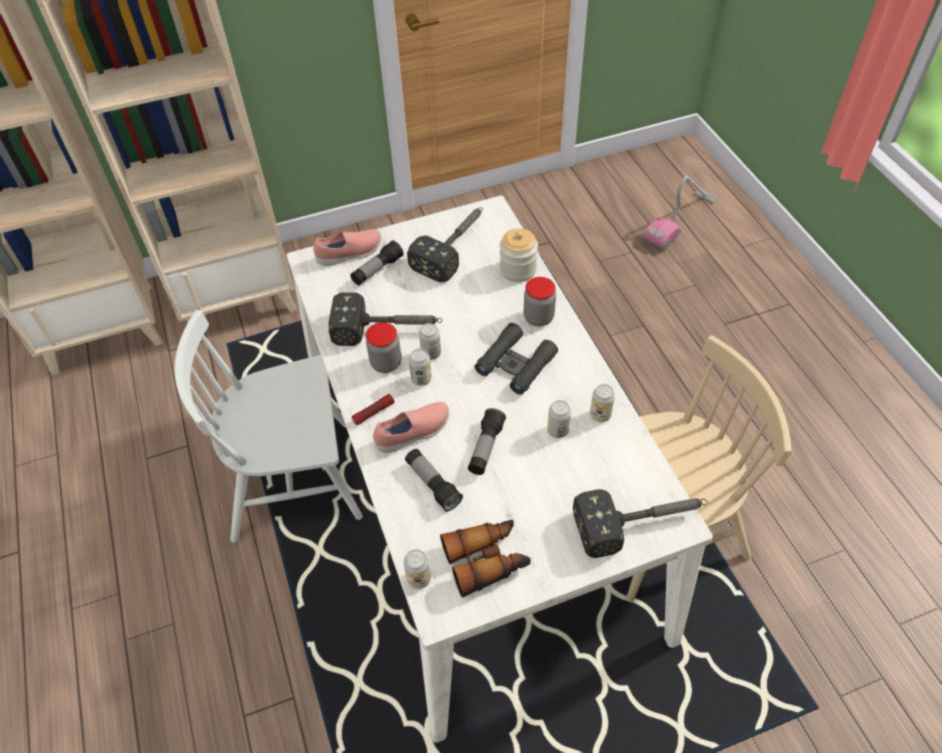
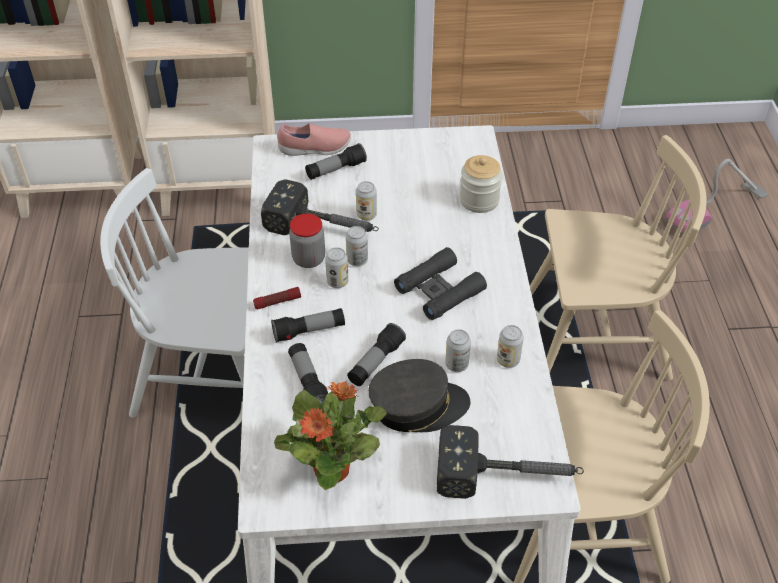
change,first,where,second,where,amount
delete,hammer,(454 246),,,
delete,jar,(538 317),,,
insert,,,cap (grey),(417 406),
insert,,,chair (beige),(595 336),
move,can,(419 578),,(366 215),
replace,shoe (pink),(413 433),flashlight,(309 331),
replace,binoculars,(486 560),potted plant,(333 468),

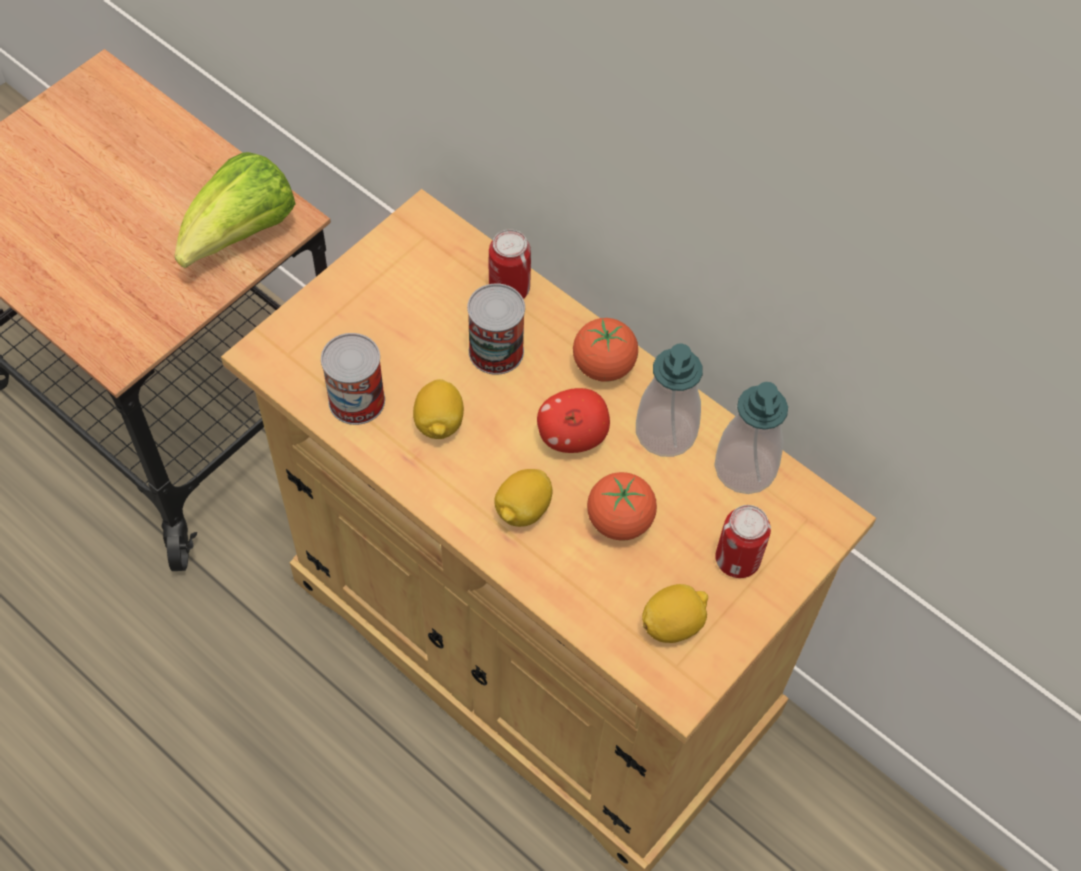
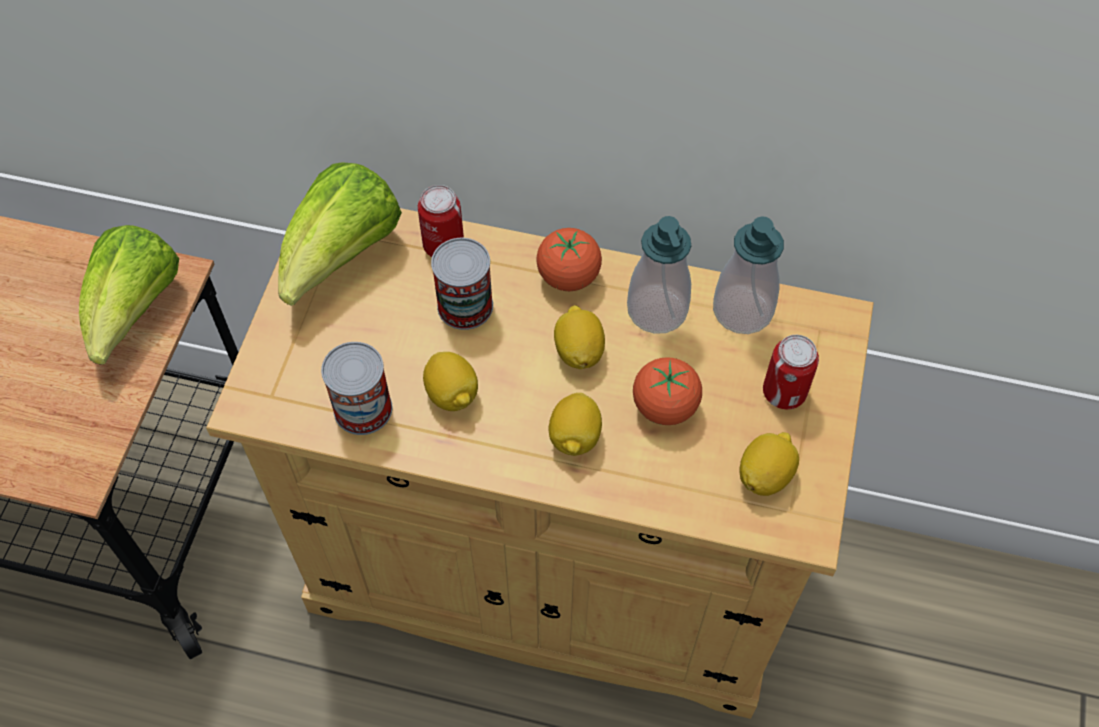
change,first,where,second,where,amount
insert,,,lettuce,(342 257),
replace,apple,(572 436),lemon,(579 351),

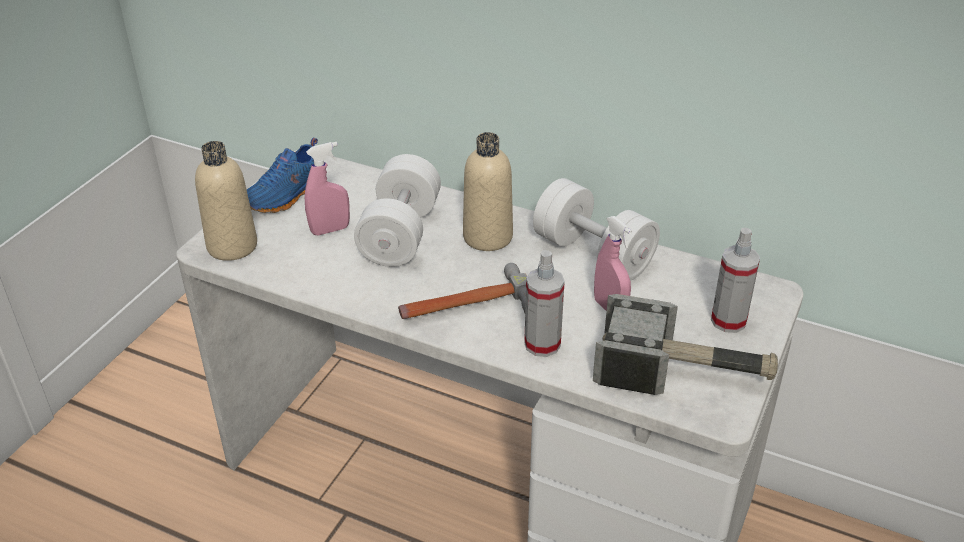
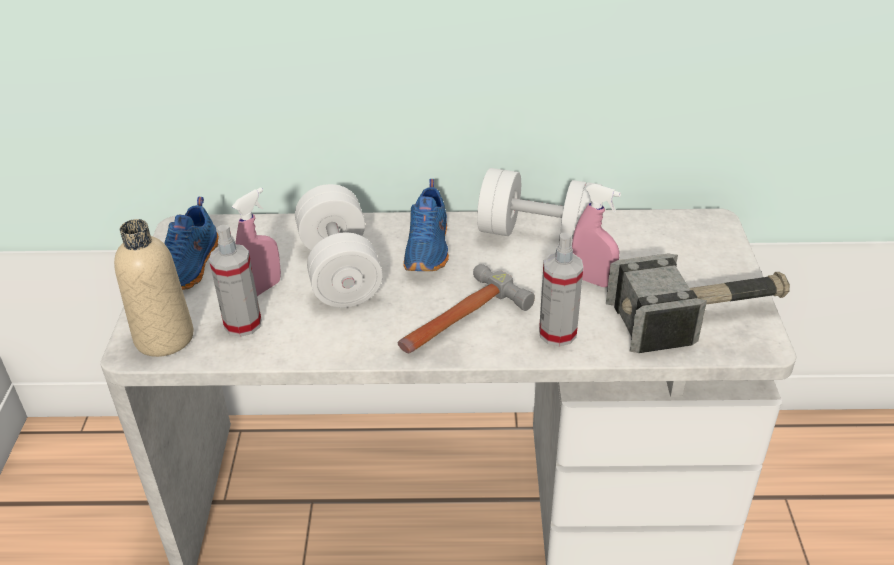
change,first,where,second,where,amount
move,spray bottle,(728 321),,(243 324),
replace,bottle (beige),(487 237),shoe (blue),(429 248),

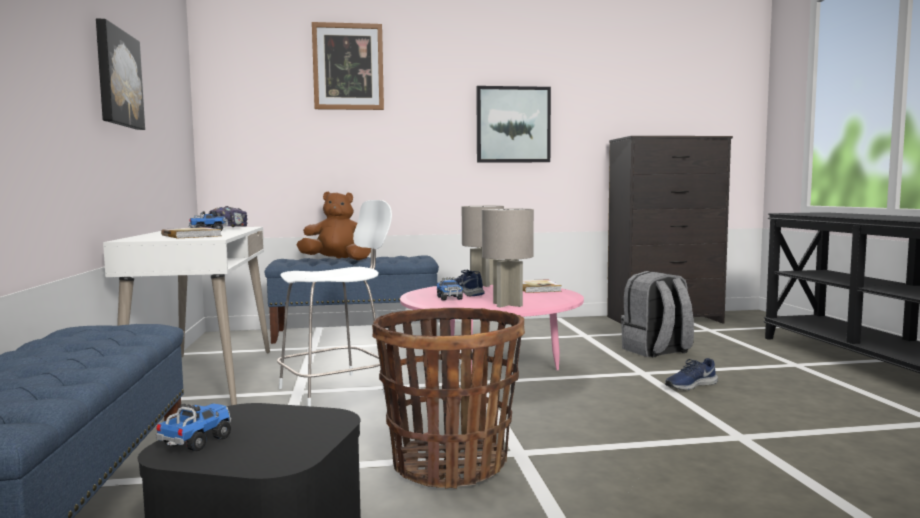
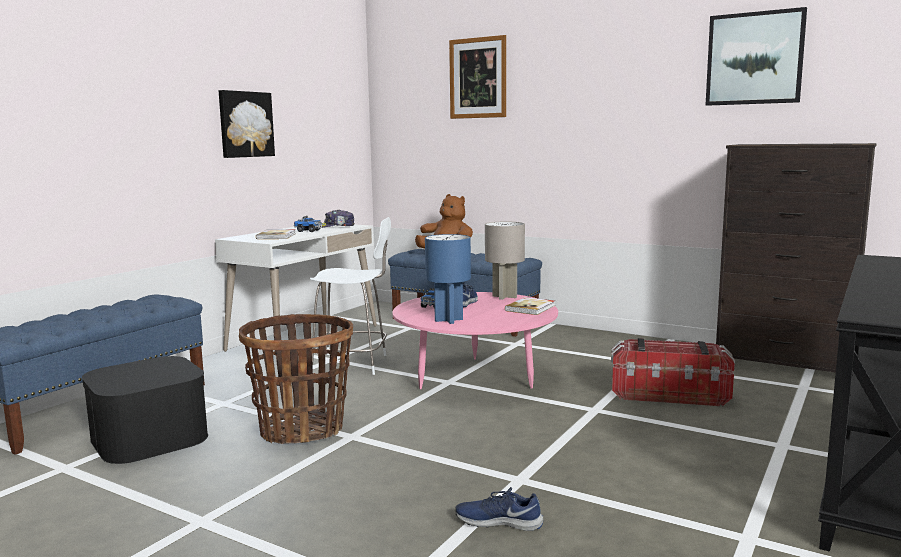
change,first,where,second,where,amount
delete,toy truck,(197 442),,,
move,picture,(513 125),,(754 58),
move,shoe (blue),(690 385),,(498 521),
replace,backpack (grey),(656 351),storage box,(669 394),
recolor,table lamp (grey),(507 304),table lamp (blue),(448 320),

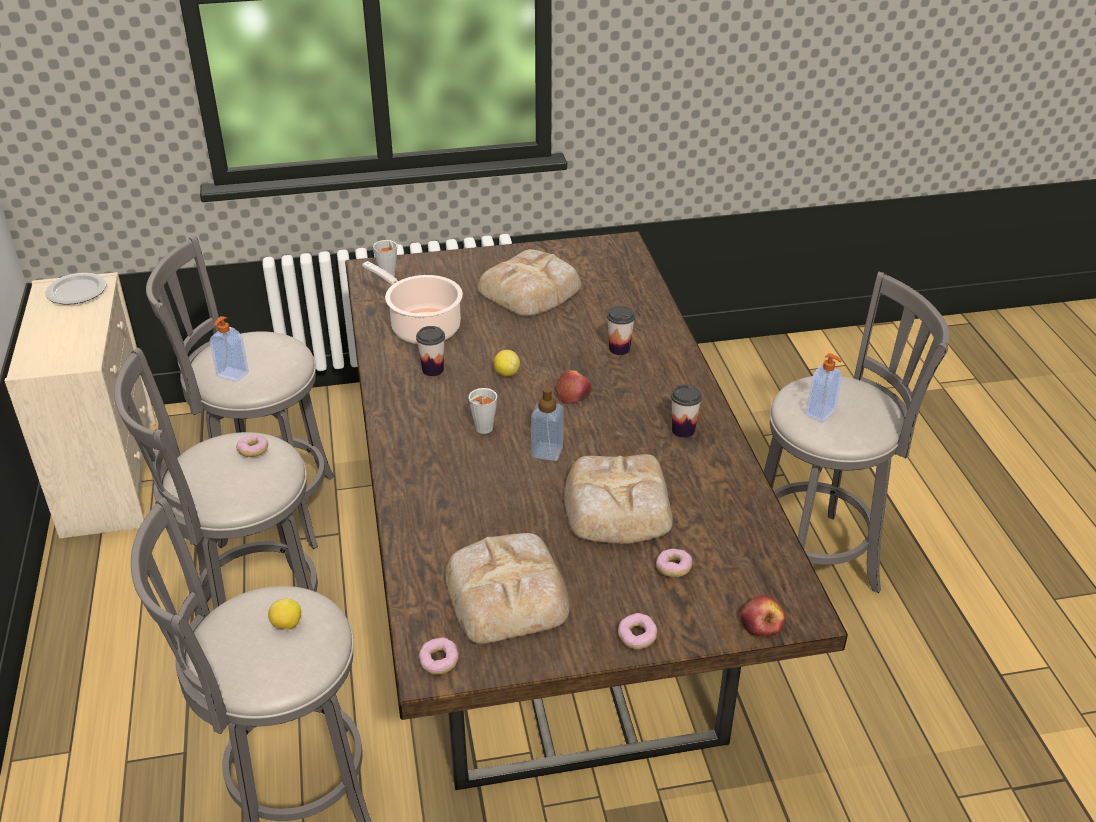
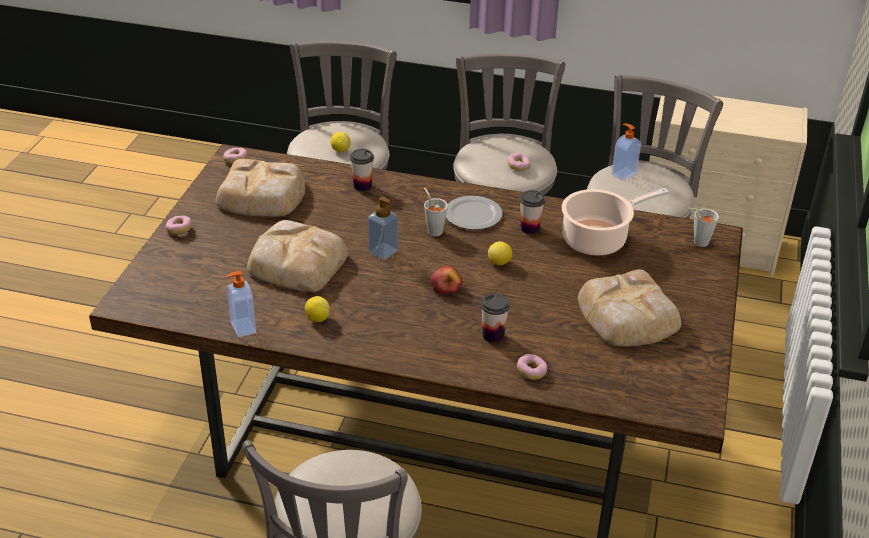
change,first,where,second,where,amount
delete,apple,(761 623),,,
insert,,,lemon,(317 318),
move,plate,(75 291),,(473 214),
move,donut,(673 569),,(531 372),
move,cup,(683 430),,(362 186),
move,soap dispenser,(821 413),,(242 328),

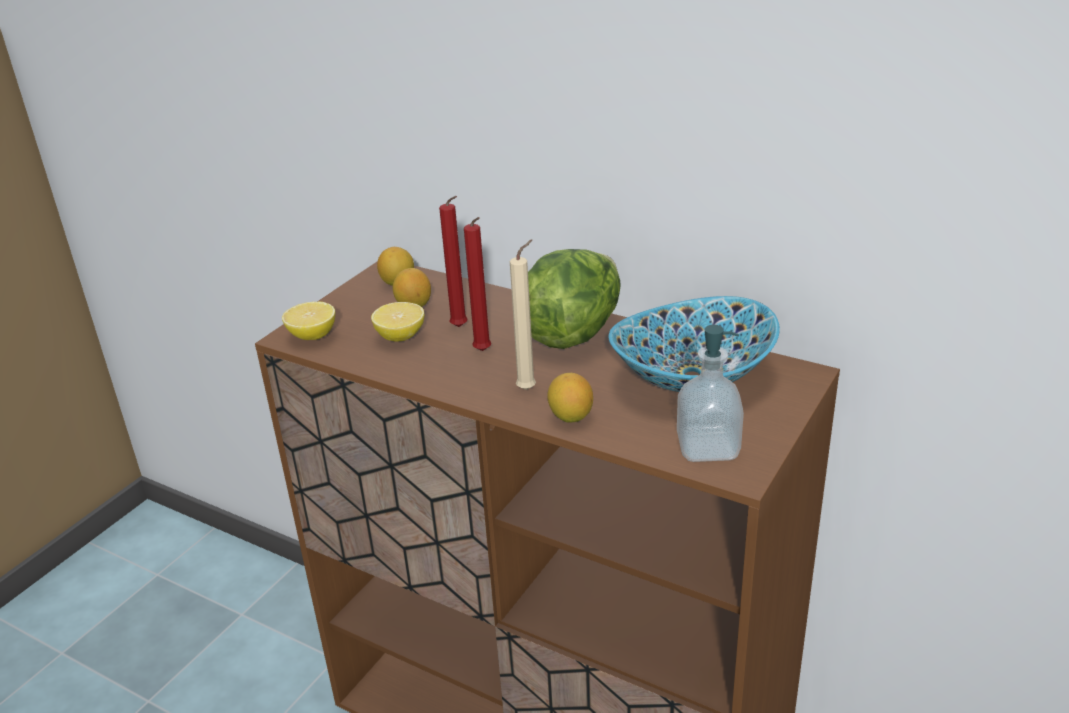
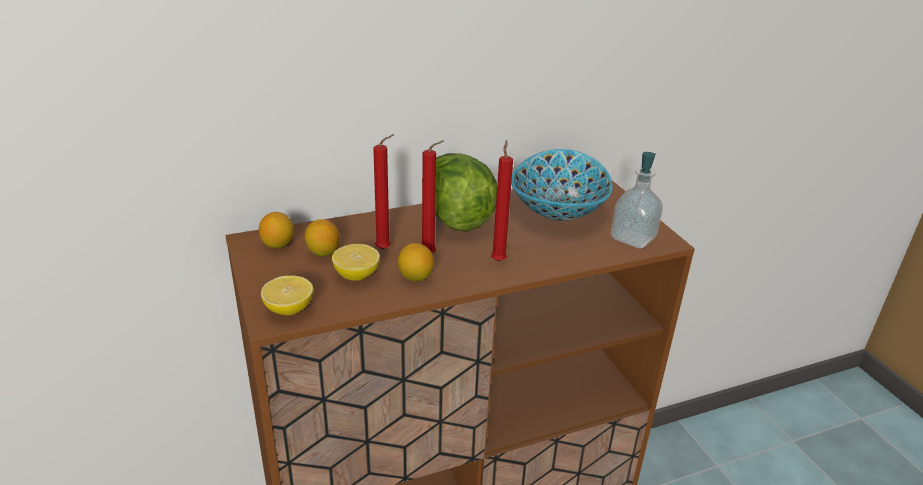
change,first,where,second,where,amount
move,lemon,(570 417),,(415 277),
recolor,candle (beige),(529 388),candle (red),(498 260),

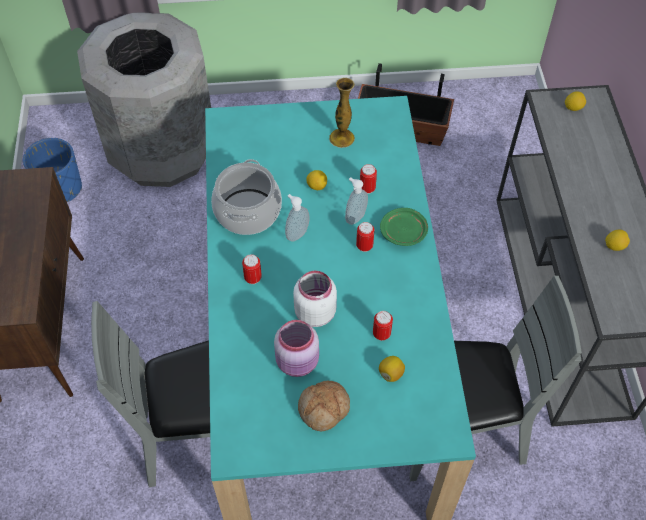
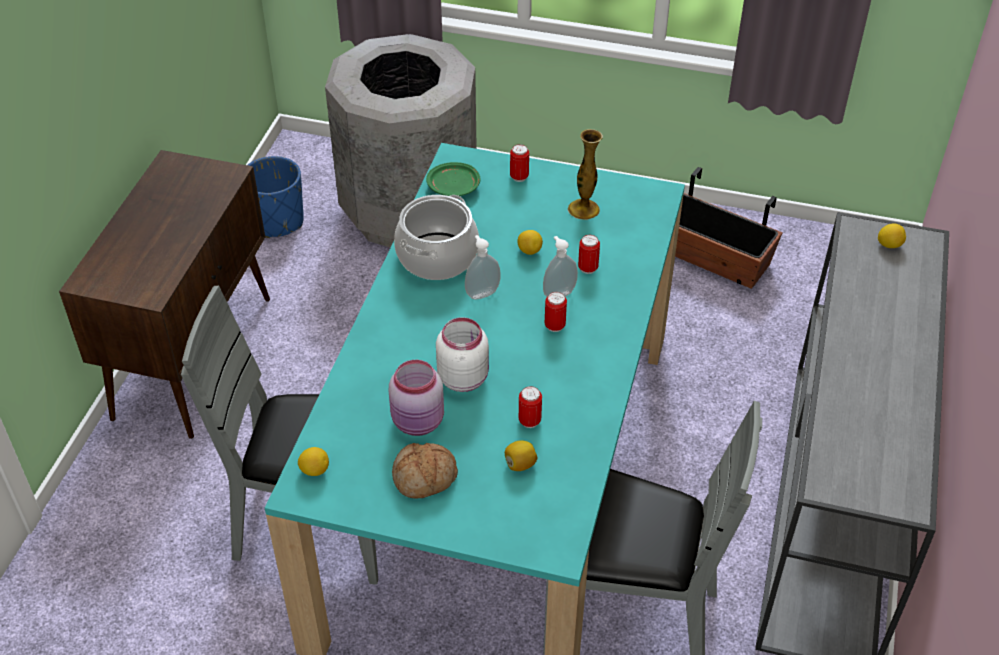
change,first,where,second,where,amount
move,can,(253 278),,(519 177),
move,plate (green),(404 232),,(454 187),
move,lemon,(614 246),,(314 470),

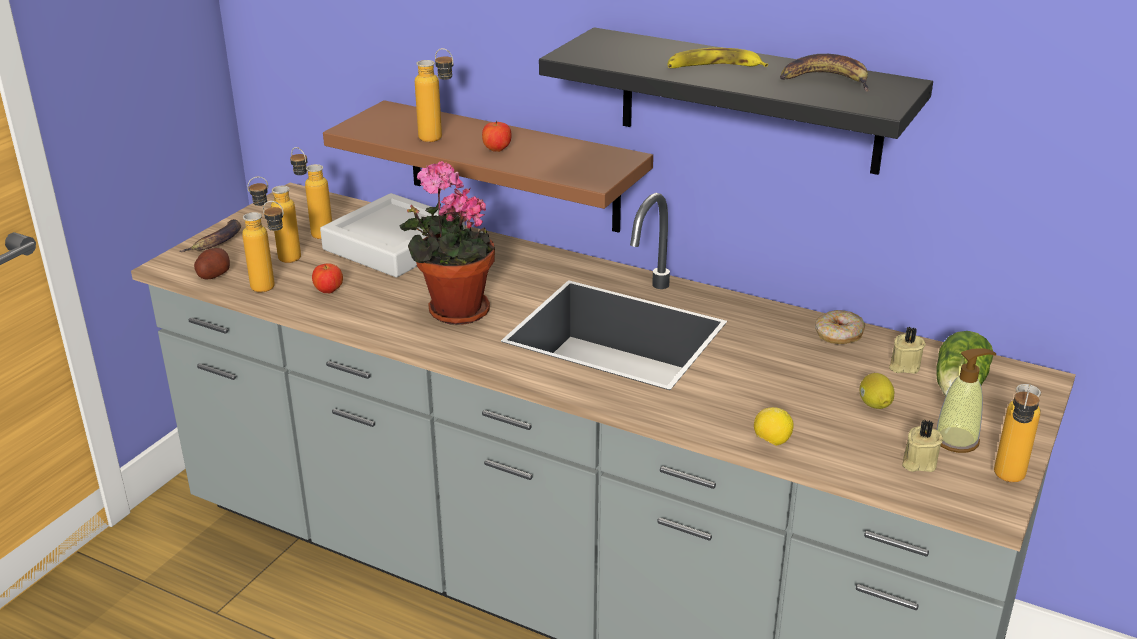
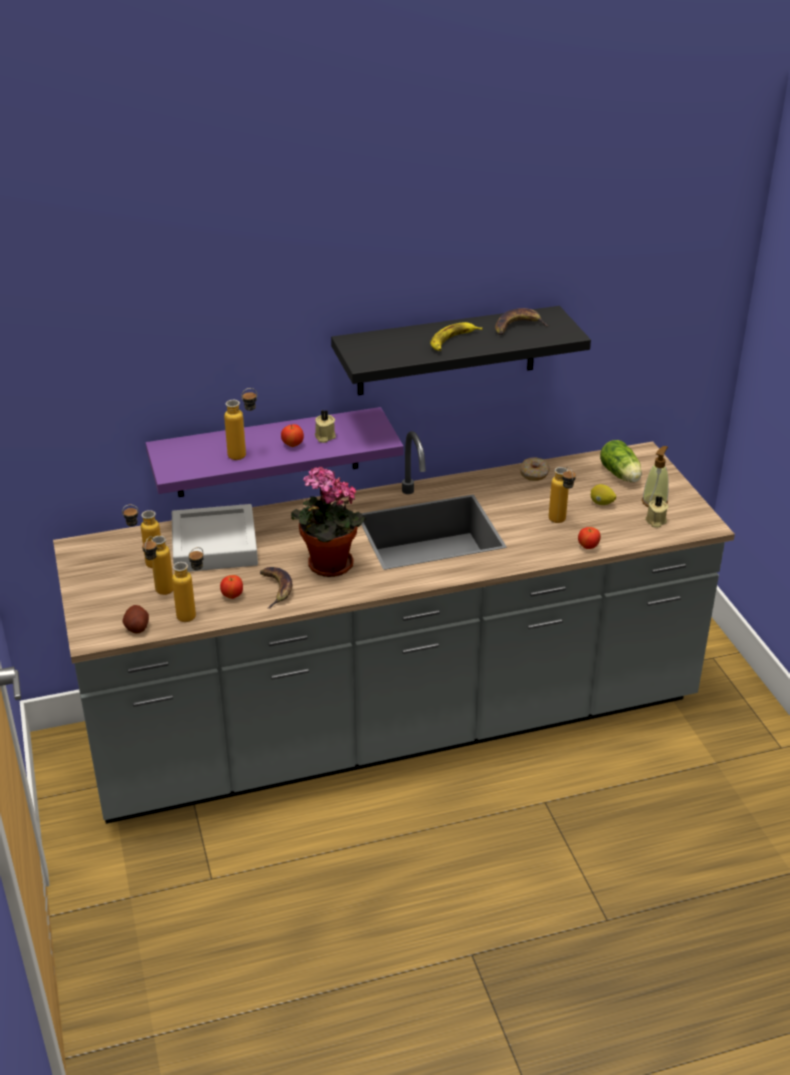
change,first,where,second,where,amount
move,banana,(217 242),,(276 589),
move,candle (beige),(903 366),,(324 437),
move,bottle,(1007 481),,(560 523),
replace,lemon,(771 441),apple,(588 547),
recolor,shelf (brown),(512 166),shelf (purple),(267 453),

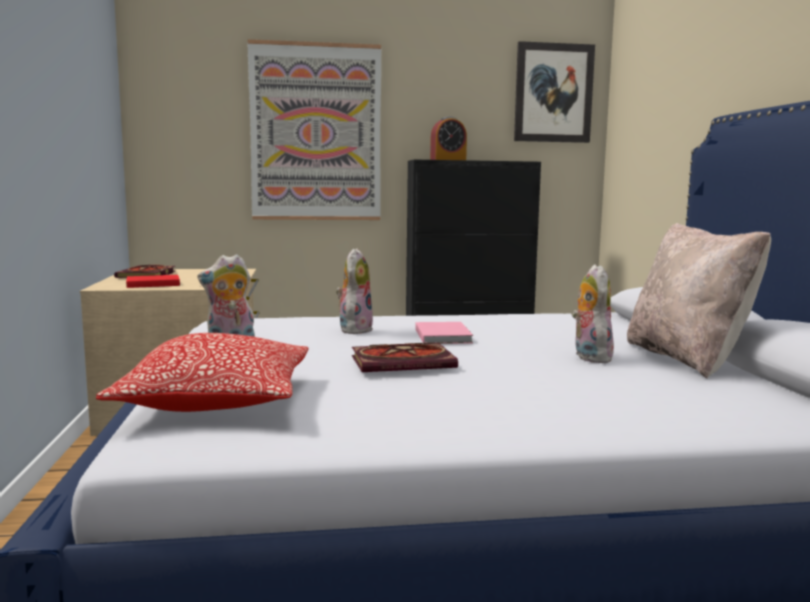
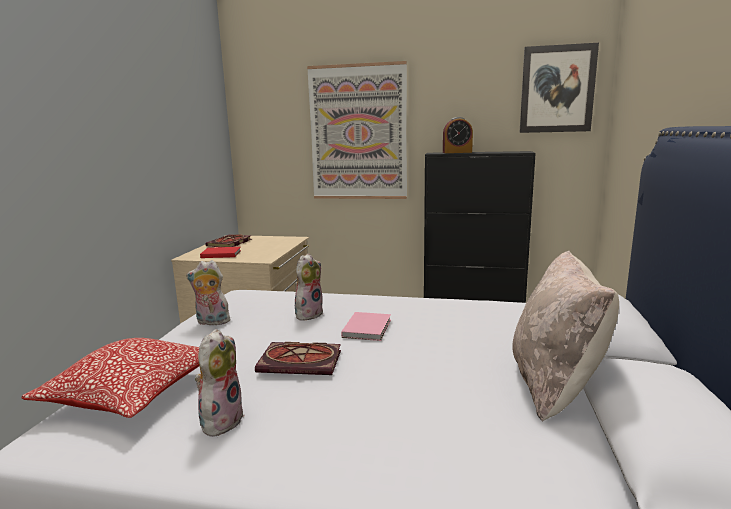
change,first,where,second,where,amount
move,plush toy,(589 357),,(221 420),

